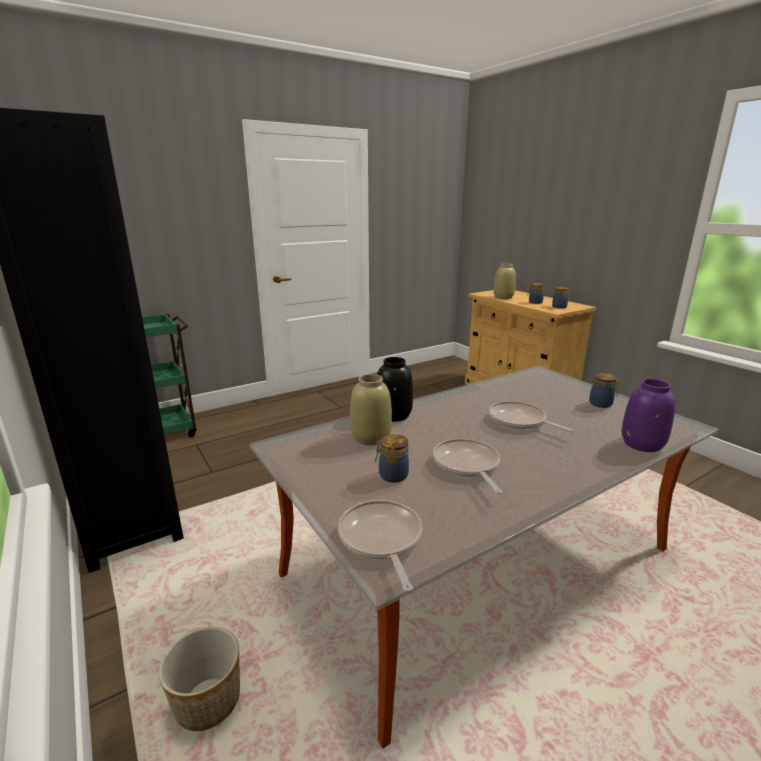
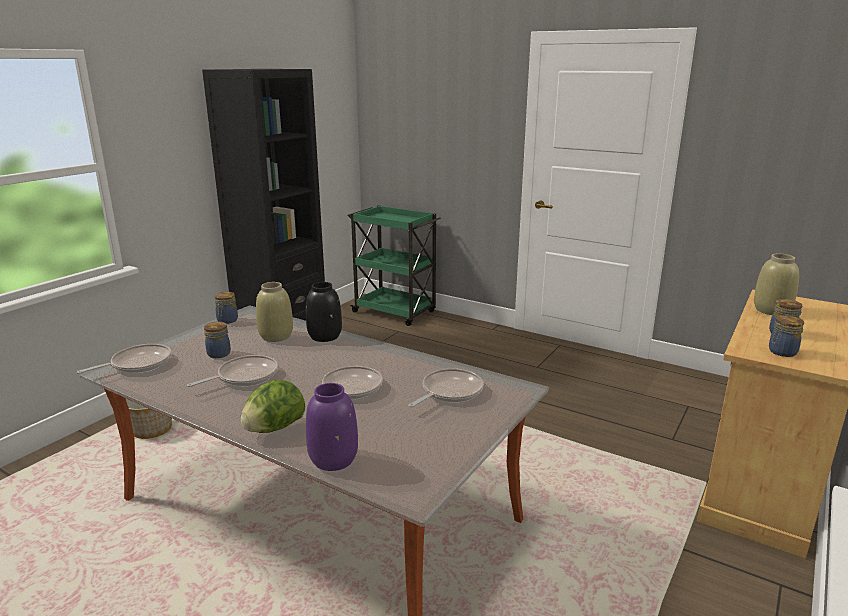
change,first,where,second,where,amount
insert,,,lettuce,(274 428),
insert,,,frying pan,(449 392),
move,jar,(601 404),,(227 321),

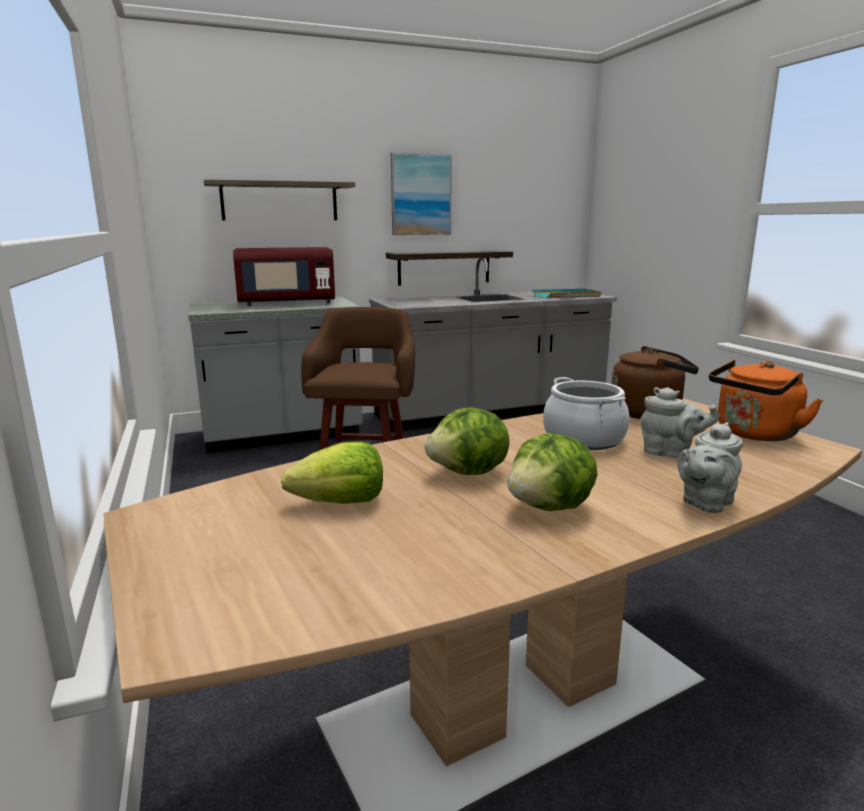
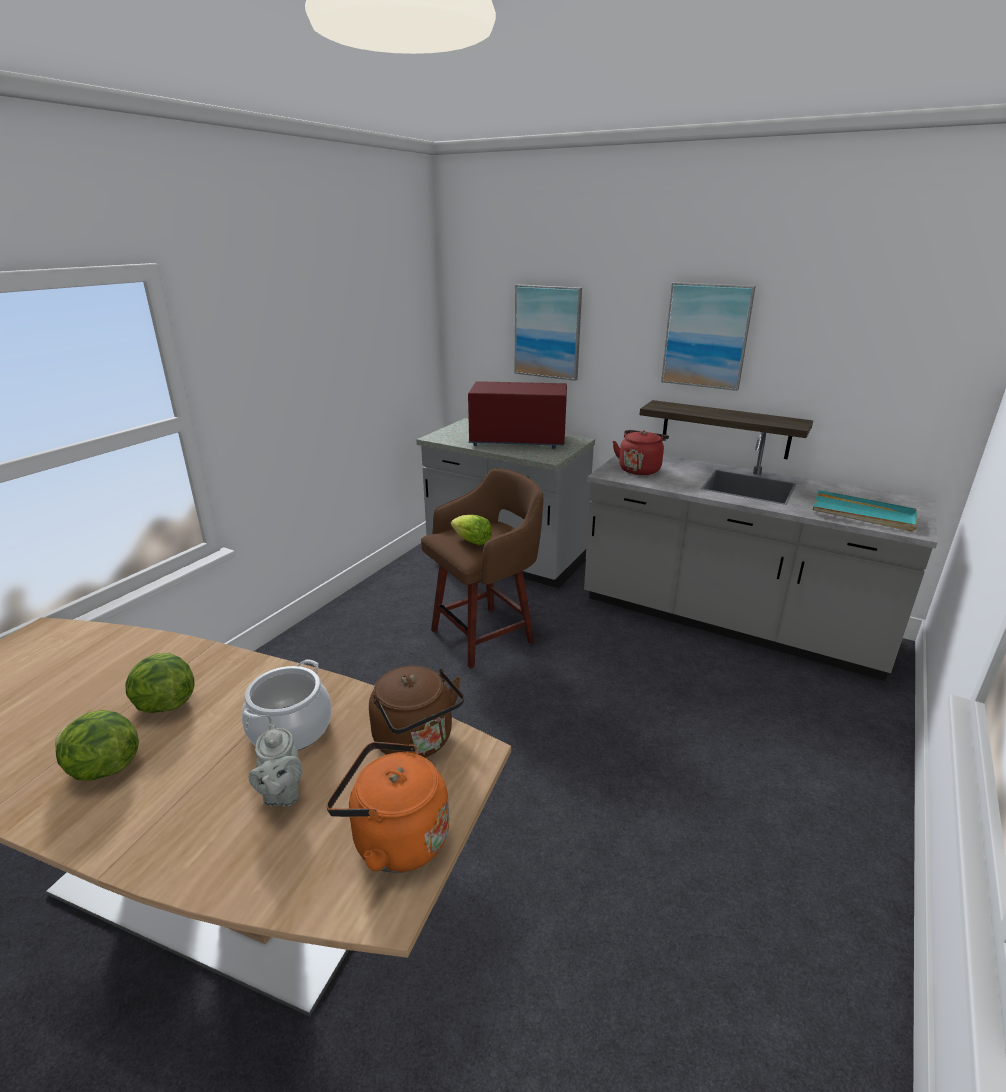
change,first,where,second,where,amount
delete,teapot (grey),(705 503),,,
insert,,,kettle (red),(639 469),
move,lettuce,(341 503),,(471 541),
replace,shelf,(280 201),picture,(547 332),
rotate,microwave (red),(287 303),,(518 440),150 degrees clockwise

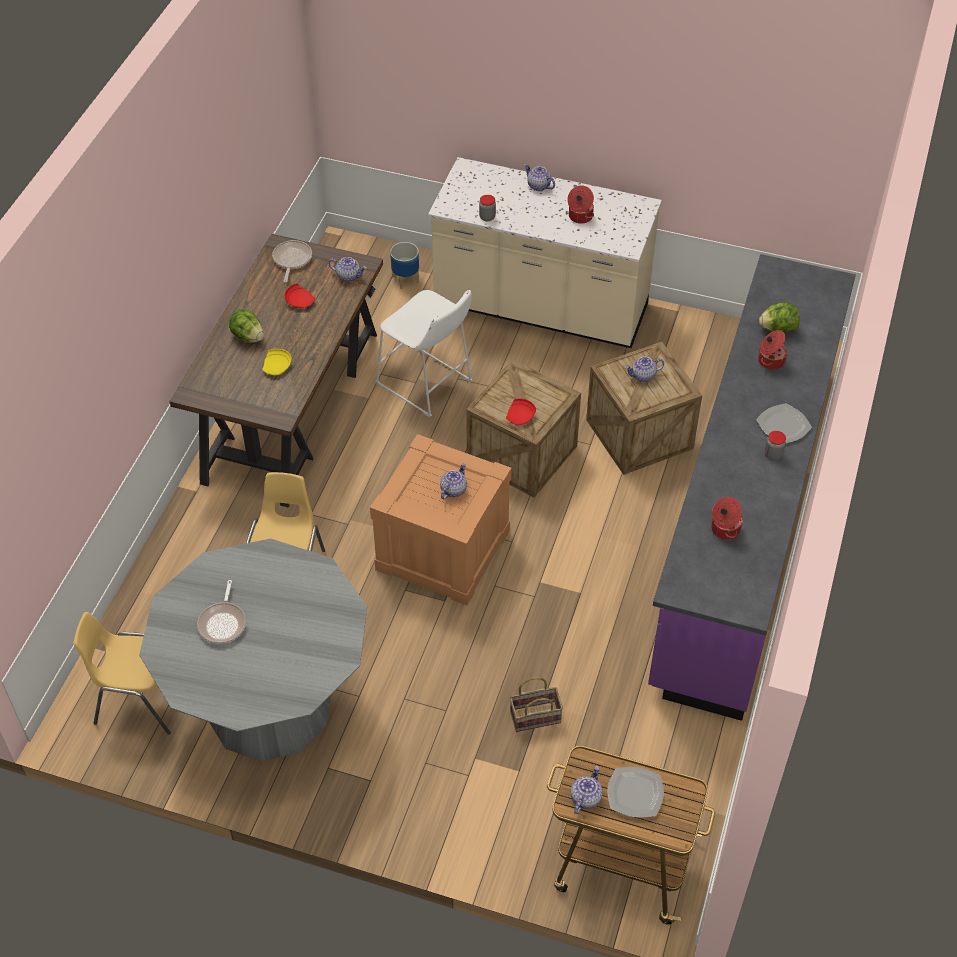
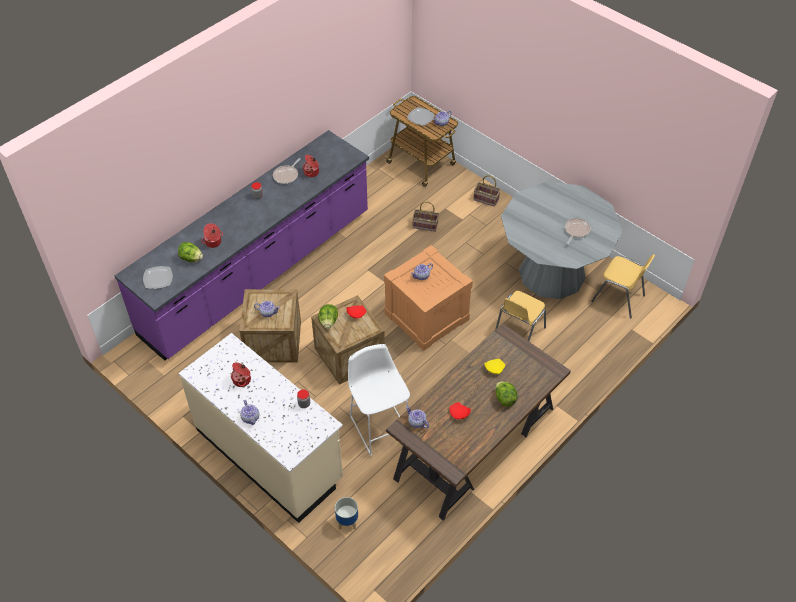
change,first,where,second,where,amount
insert,,,lettuce,(328 322),
insert,,,basket,(487 199),
move,frying pan,(292 260),,(286 175),
move,plate,(783 426),,(158 278),

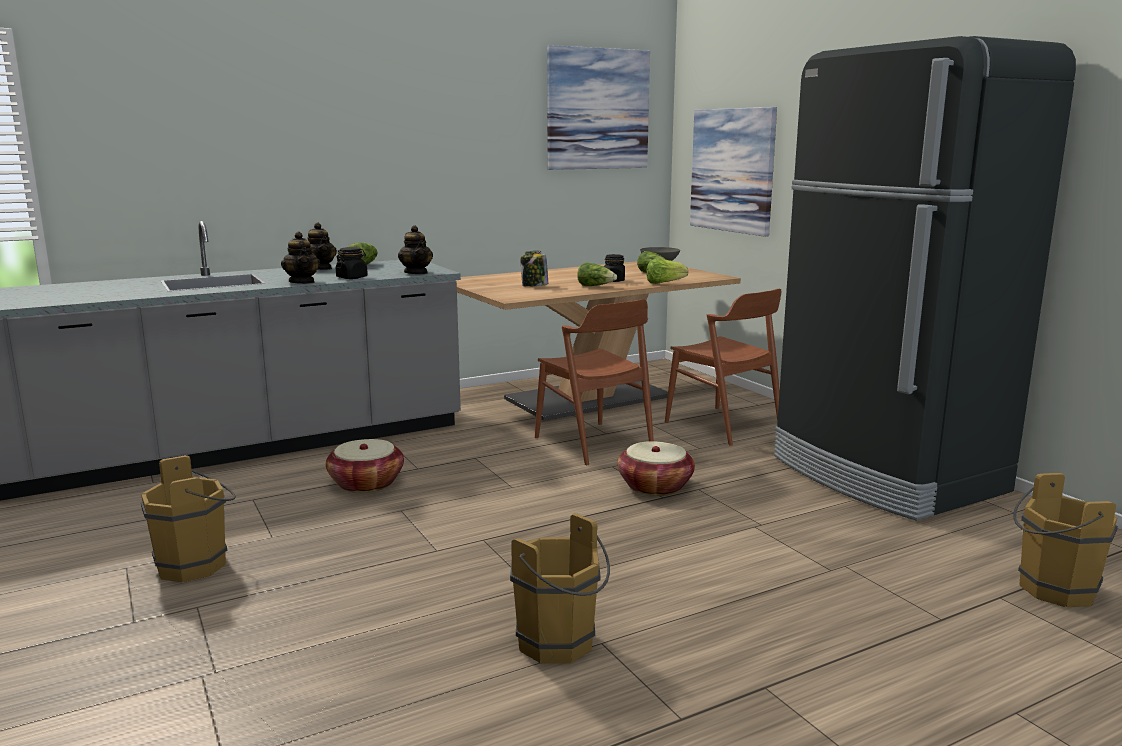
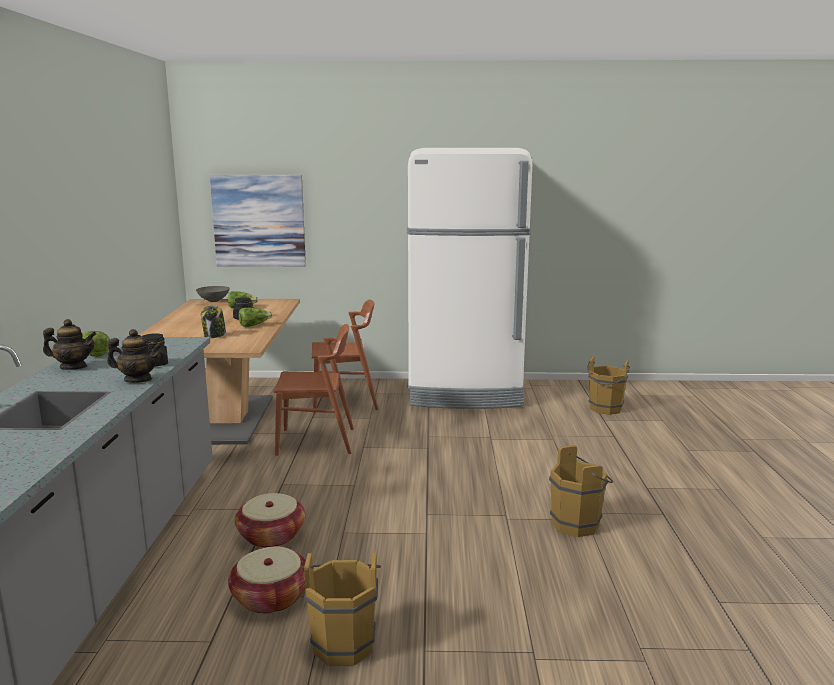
change,first,where,second,where,amount
delete,teapot,(416 273),,,
delete,picture,(598 109),,,
delete,lettuce,(664 283),,,
move,basket,(655 486),,(271 597),
recolor,fridge (black),(885 475),fridge (white),(465 393),

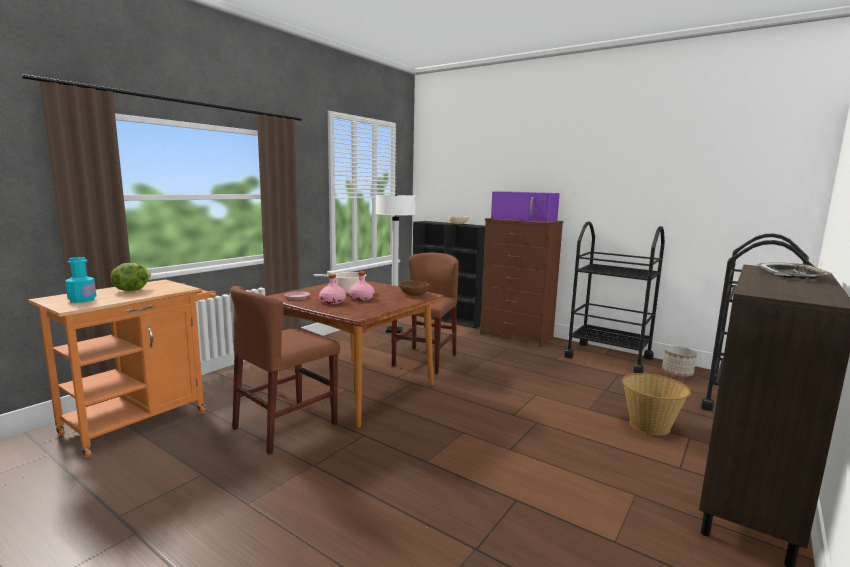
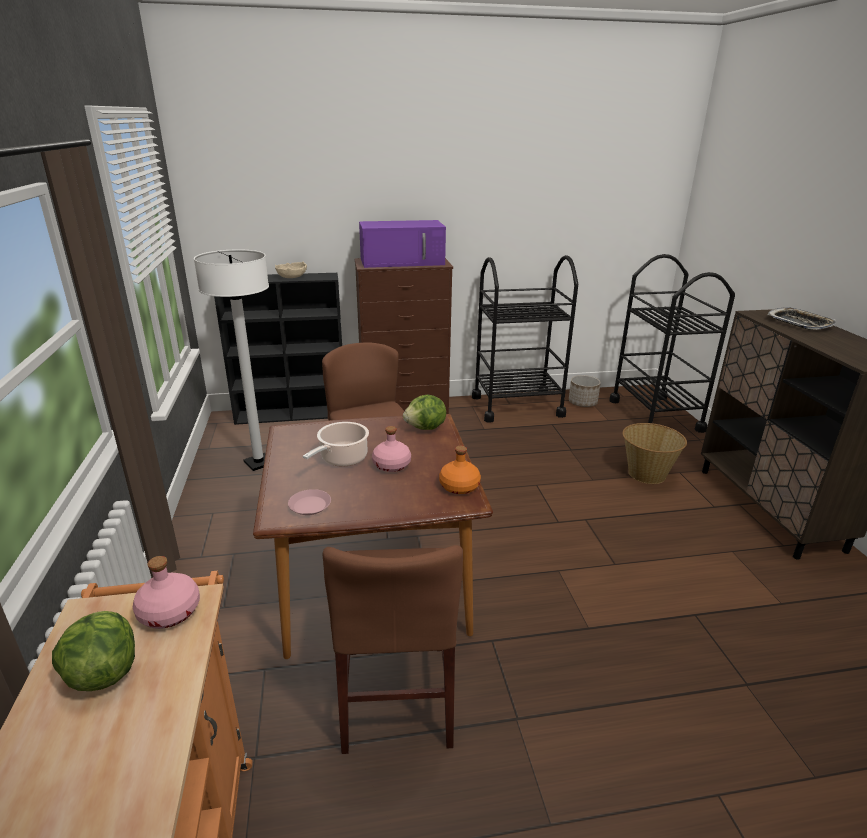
change,first,where,second,where,amount
delete,bottle (turquoise),(82 300),,,
insert,,,bottle (orange),(459 486),
move,bottle (pink),(332 302),,(170 612),
replace,bowl (brown),(414 294),lettuce,(426 428),

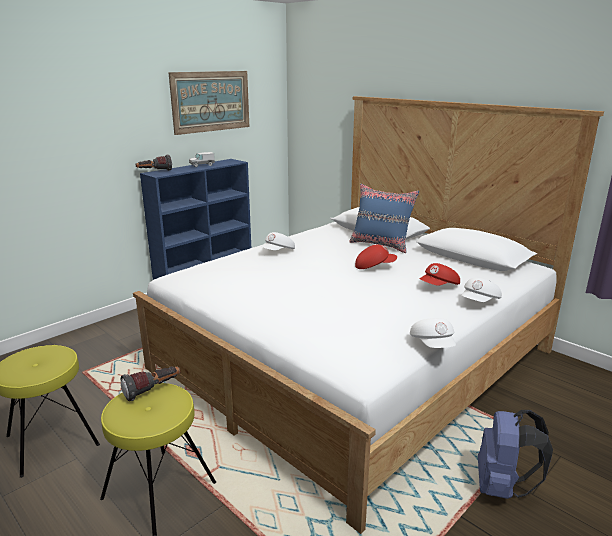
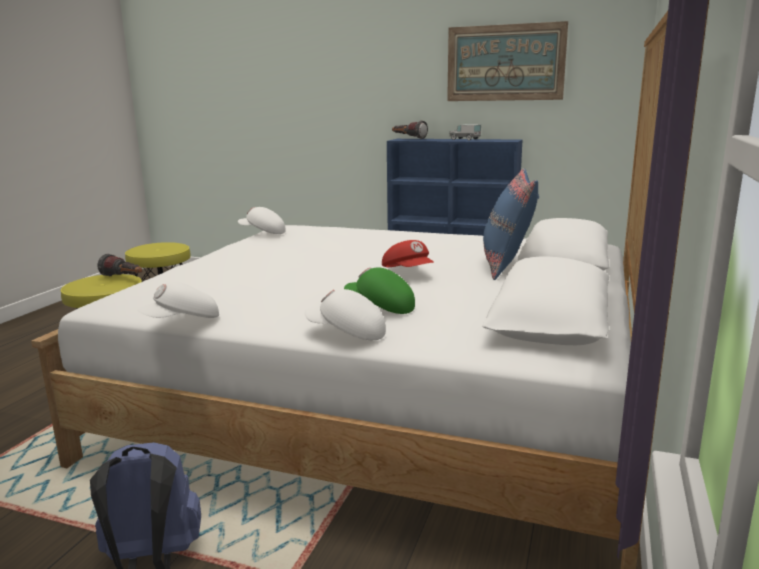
change,first,where,second,where,amount
move,cap (white),(278 252),,(262 232),
recolor,cap (red),(439 286),cap (green),(380 307),

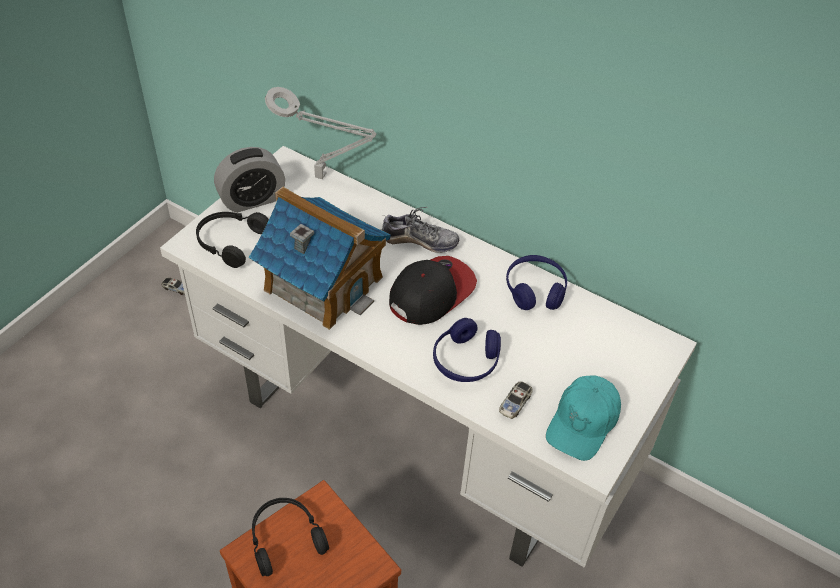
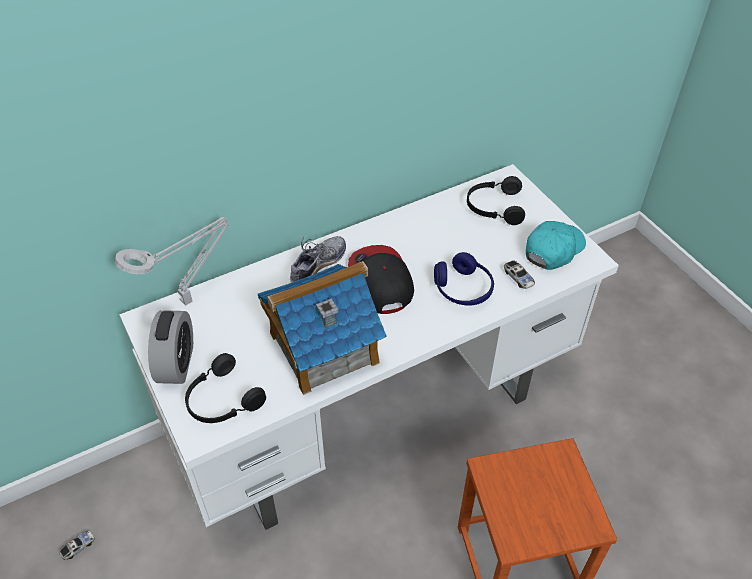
change,first,where,second,where,amount
delete,headphones (blue),(535 290),,,
move,headphones (black),(285 538),,(494 207),
rotate,cap (turquoise),(583 423),,(553 250),105 degrees counterclockwise

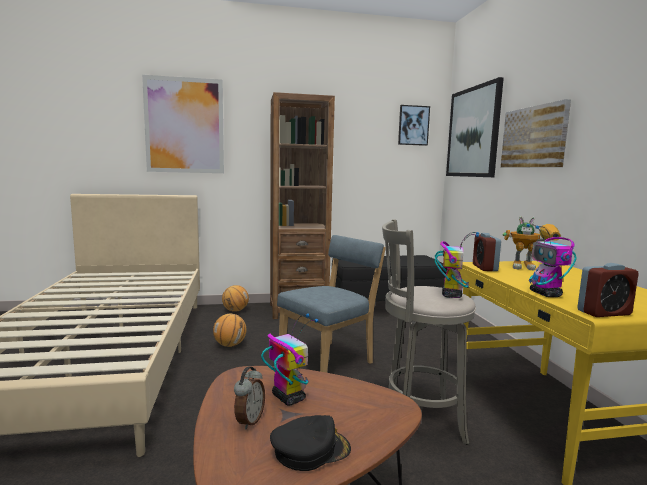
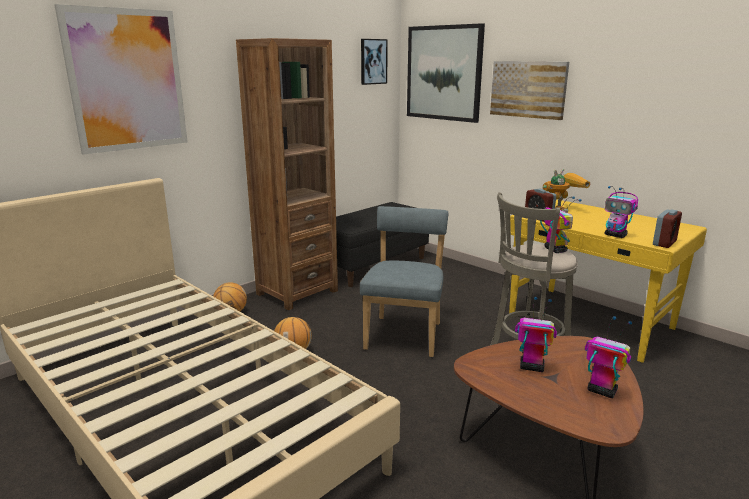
change,first,where,second,where,amount
delete,alarm clock,(249 421),,,
replace,cap (black),(310 449),toy robot,(601 391),

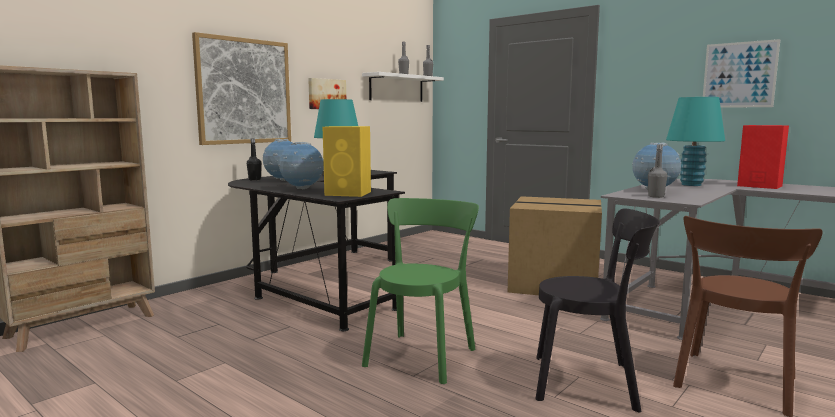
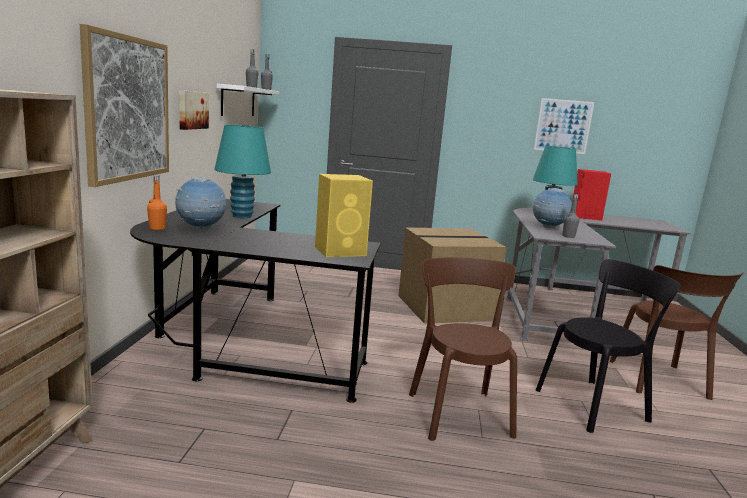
change,first,where,second,where,amount
delete,globe,(302 189),,,
recolor,bottle (black),(254 180),bottle (orange),(157 228),
recolor,chair (green),(422 355),chair (brown),(458 411),

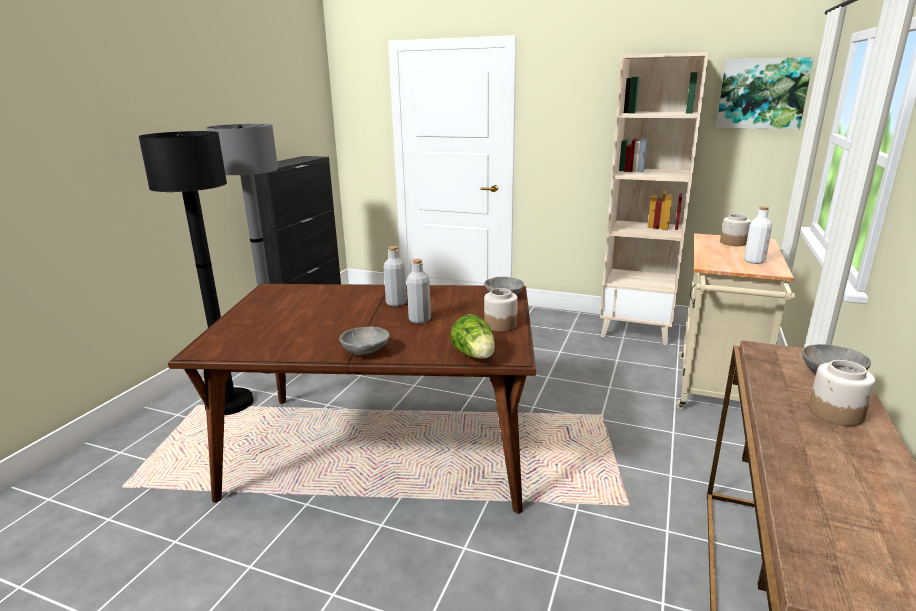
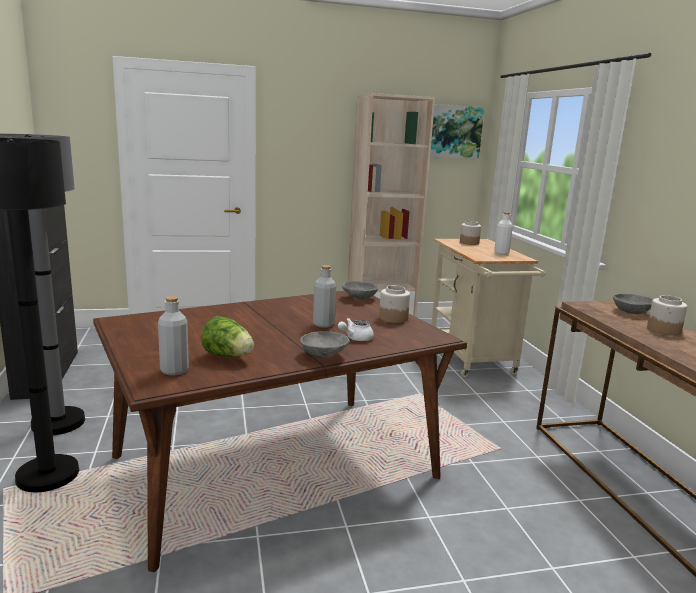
change,first,where,second,where,amount
insert,,,teapot (white),(355 338),
move,bottle (grey),(396 303),,(174 370),
move,lettuce,(475 356),,(228 356),

